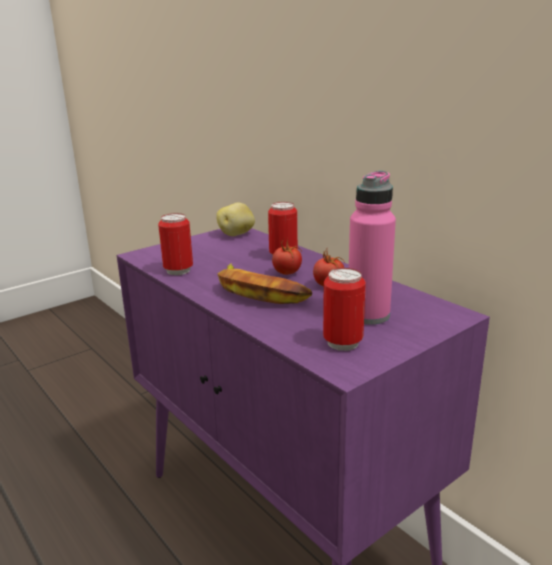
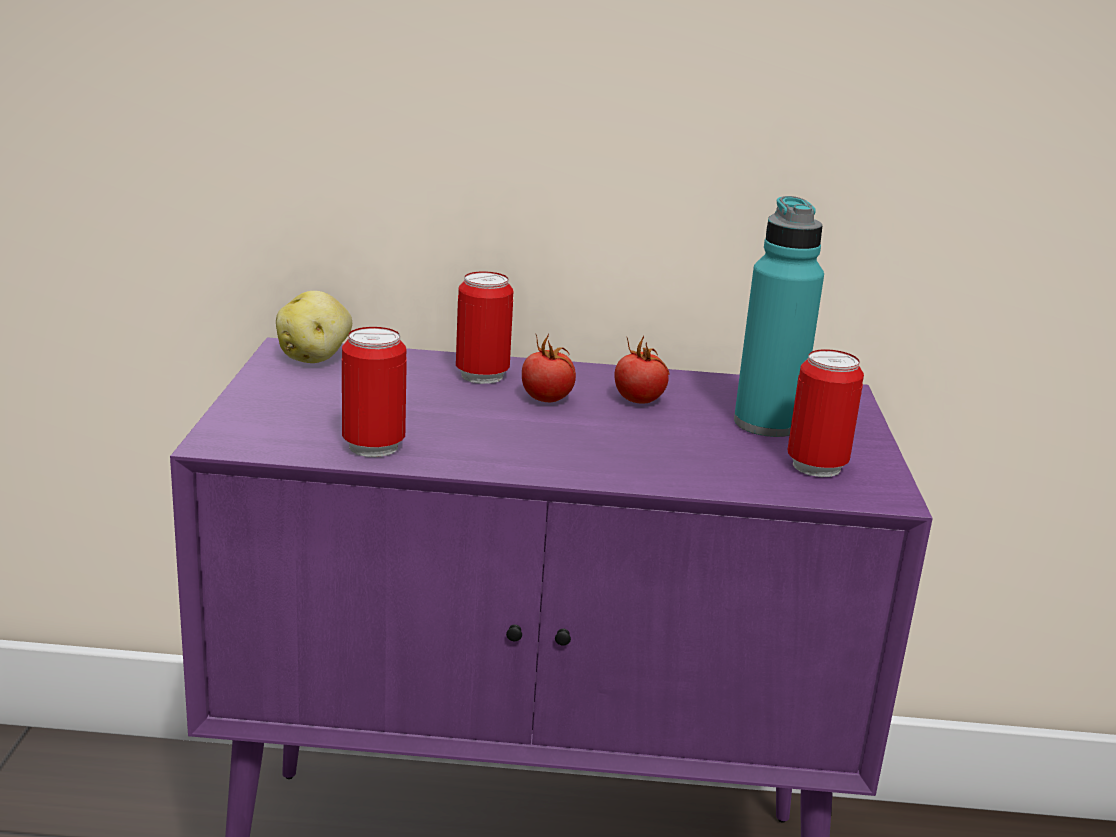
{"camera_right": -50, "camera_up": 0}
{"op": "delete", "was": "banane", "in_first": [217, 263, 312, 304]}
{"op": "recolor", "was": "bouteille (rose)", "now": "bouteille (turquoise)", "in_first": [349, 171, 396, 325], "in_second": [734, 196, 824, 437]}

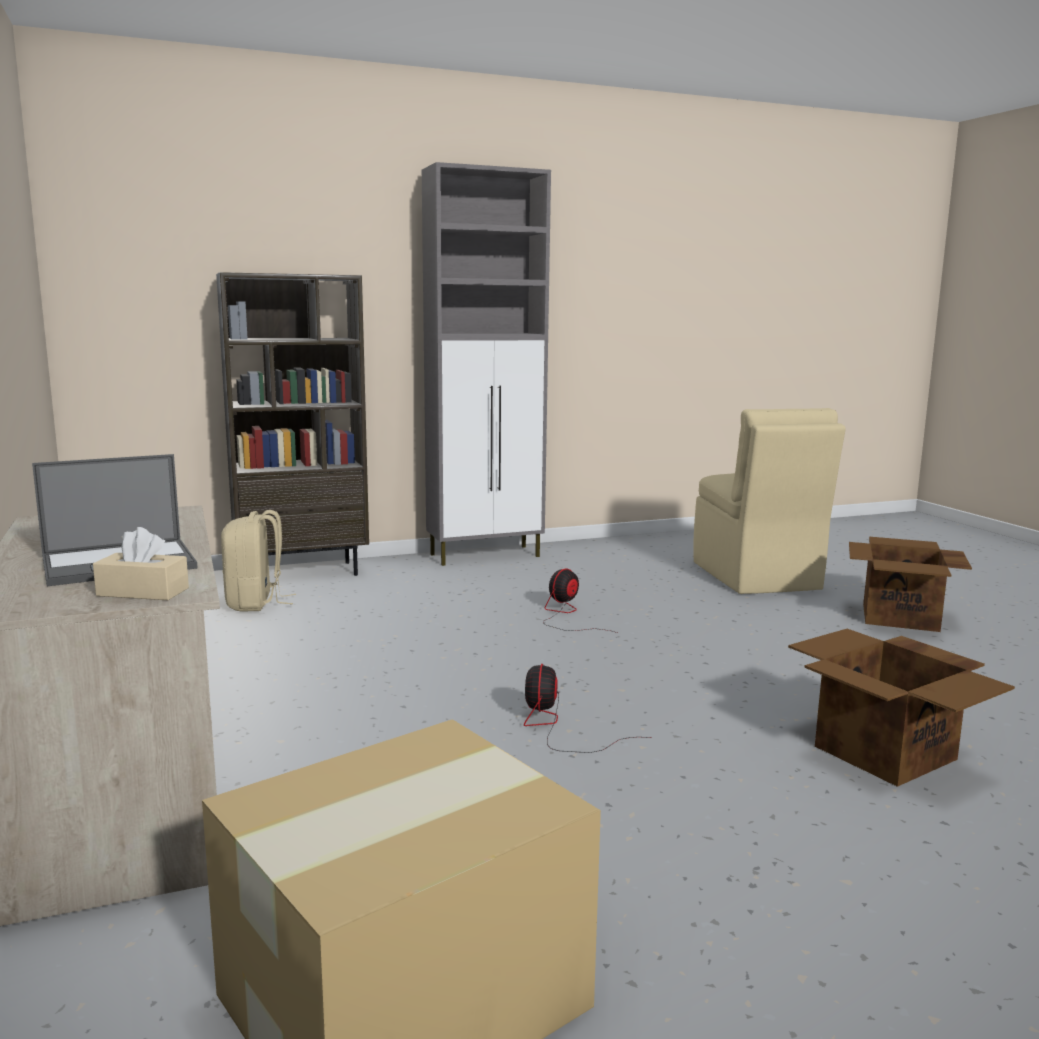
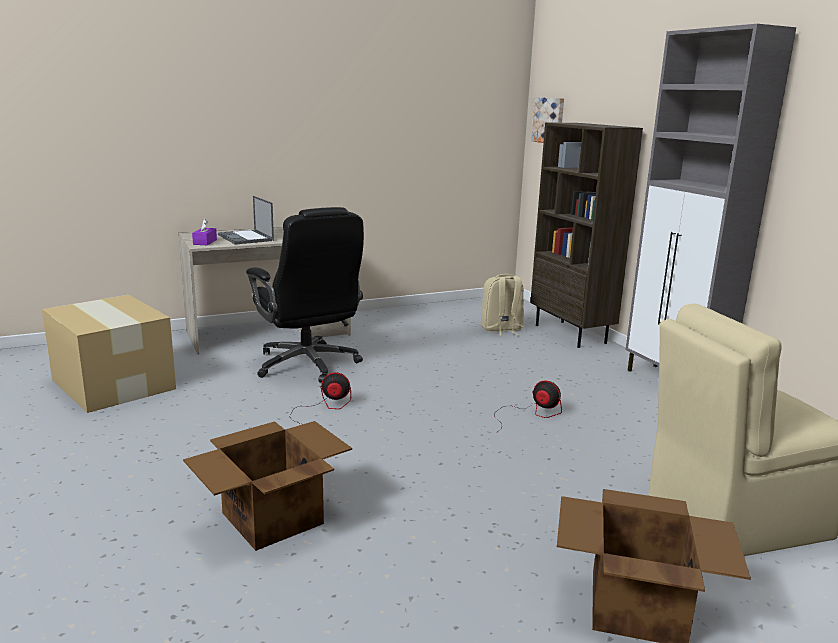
{"camera_right": 85, "camera_up": 5}
{"op": "insert", "now": "chaise de bureau (noir)", "in_second": [246, 207, 364, 382]}
{"op": "insert", "now": "tableau", "in_second": [531, 97, 564, 143]}
{"op": "recolor", "was": "boîte à mouchoirs (beige)", "now": "boîte à mouchoirs (violet)", "in_first": [93, 527, 189, 600], "in_second": [192, 219, 217, 245]}

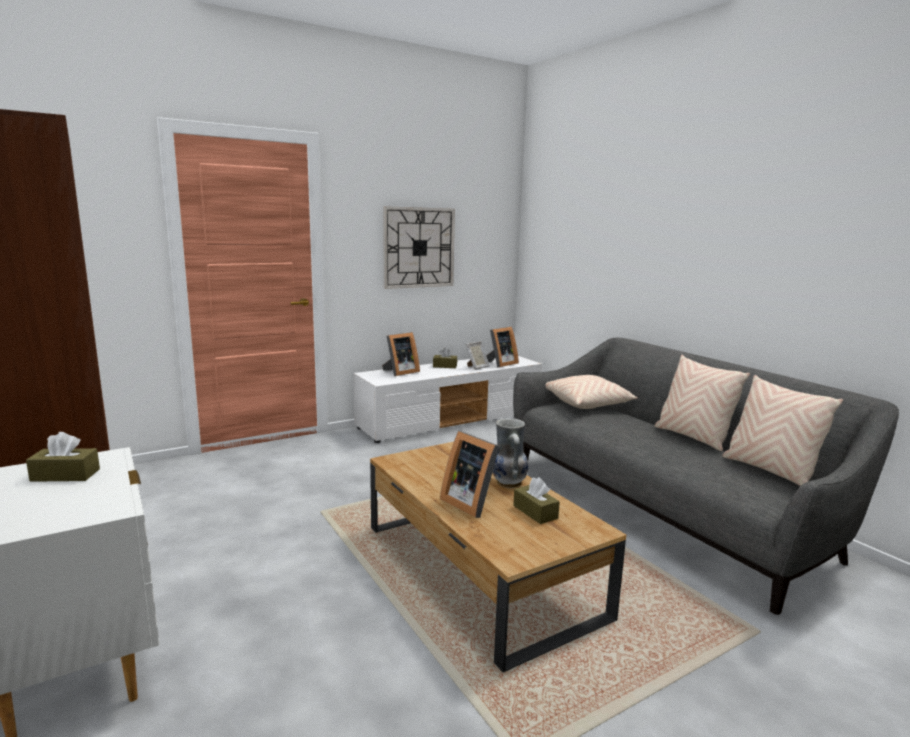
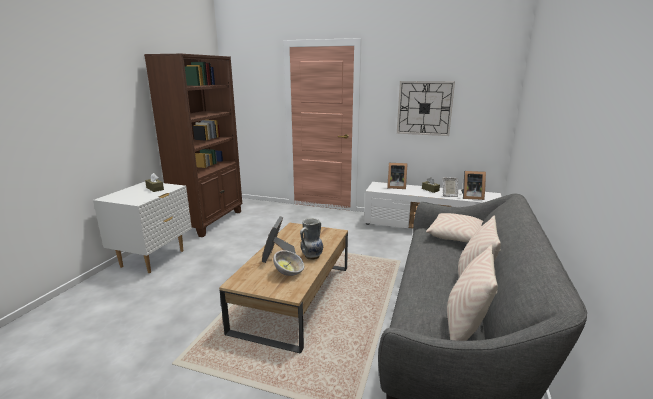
{"camera_right": 50, "camera_up": 5}
{"op": "replace", "was": "boîte à mouchoirs (marron)", "now": "bol", "in_first": [513, 477, 560, 524], "in_second": [273, 250, 304, 276]}

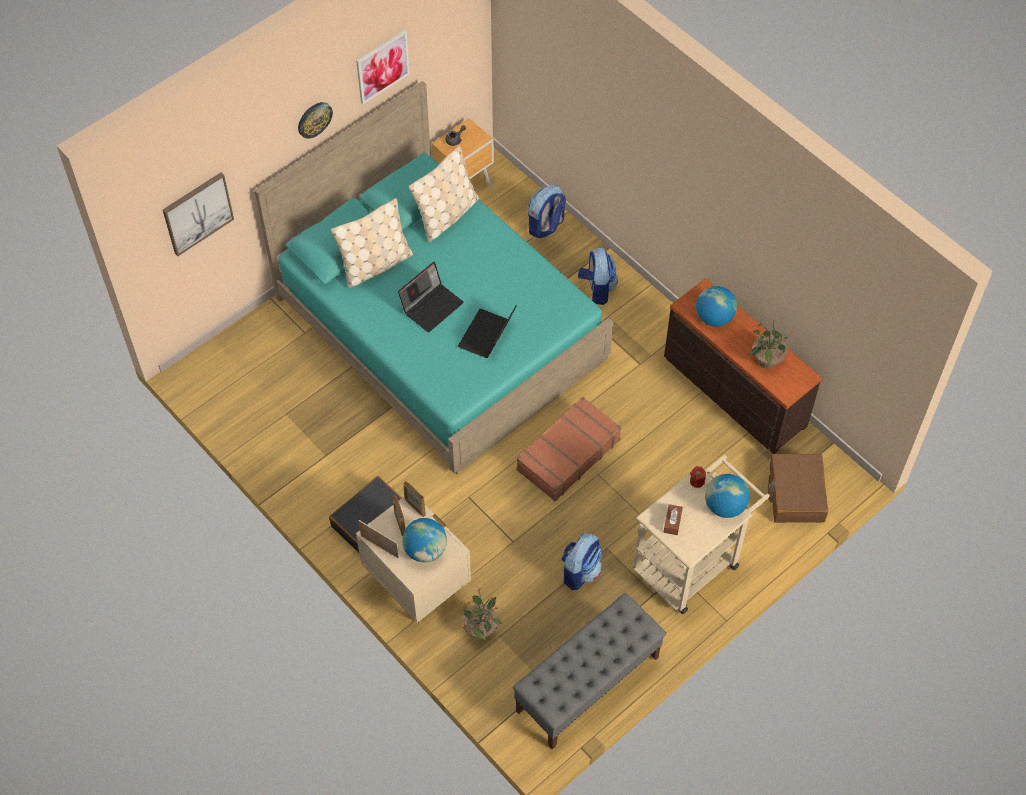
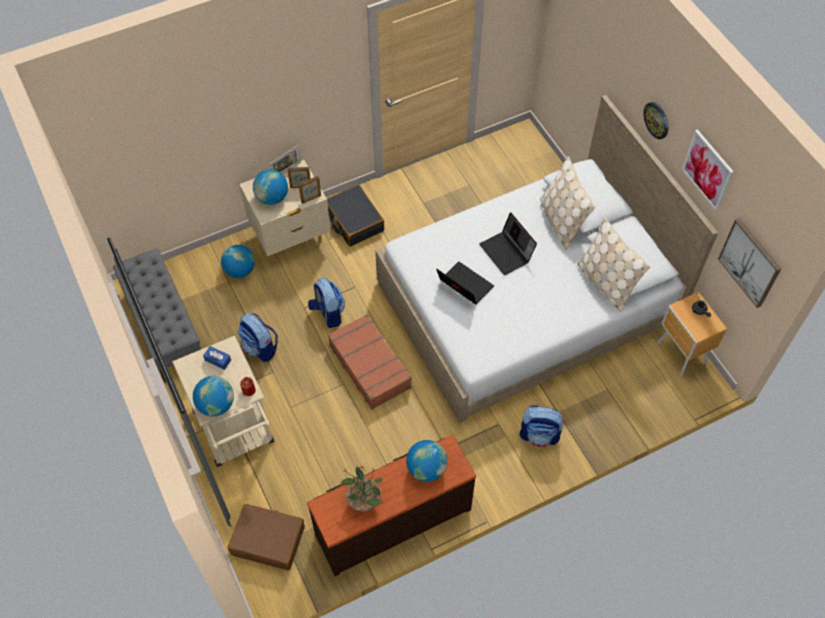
{"camera_right": 105, "camera_up": 0}
{"op": "move", "was": "tableau", "in_first": [163, 173, 234, 256], "in_second": [718, 218, 781, 308]}
{"op": "move", "was": "sac à dos", "in_first": [528, 185, 566, 239], "in_second": [308, 278, 345, 328]}
{"op": "replace", "was": "plante en pot", "now": "globe", "in_first": [462, 587, 502, 639], "in_second": [221, 245, 255, 278]}
{"op": "recolor", "was": "lit (turquoise)", "now": "lit (blanc)", "in_first": [254, 81, 613, 474], "in_second": [375, 95, 718, 423]}
{"op": "recolor", "was": "boîte à mouchoirs (marron)", "now": "boîte à mouchoirs (bleu)", "in_first": [664, 504, 683, 535], "in_second": [203, 346, 231, 370]}

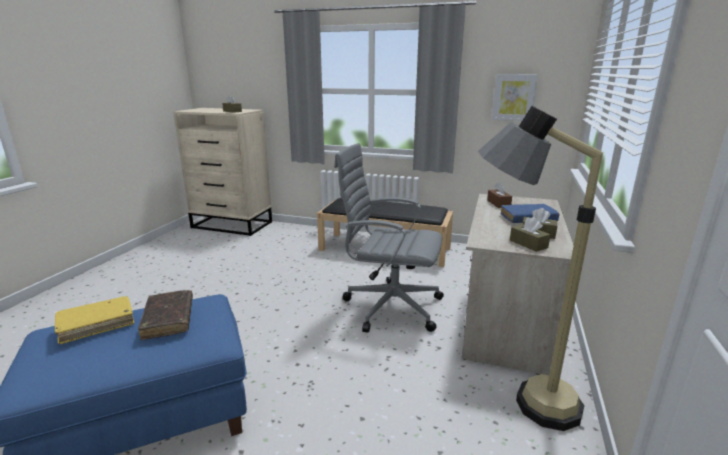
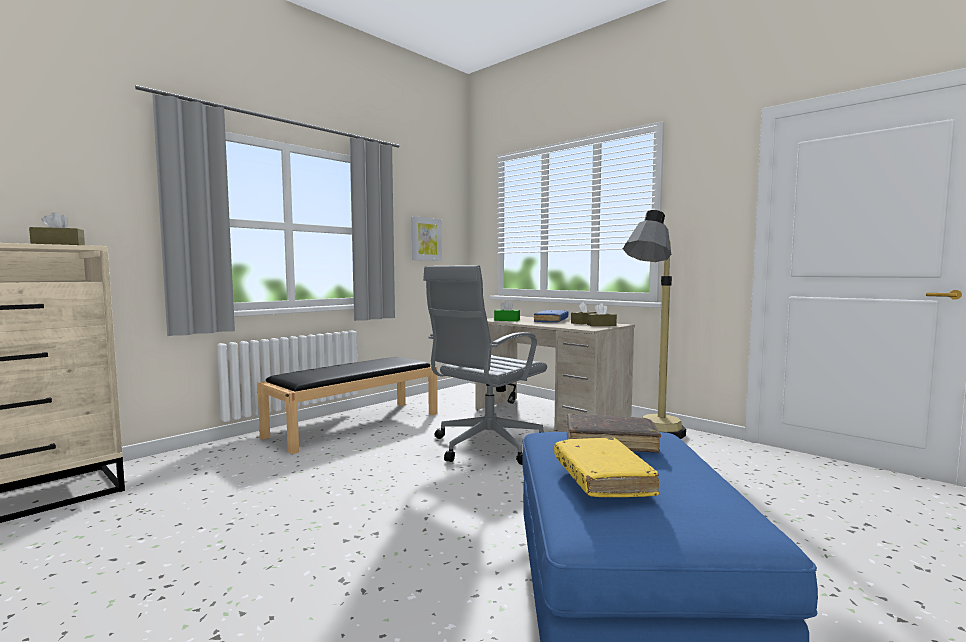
{"camera_right": -65, "camera_up": -15}
{"op": "recolor", "was": "boîte à mouchoirs (marron)", "now": "boîte à mouchoirs (vert)", "in_first": [487, 182, 512, 208], "in_second": [494, 300, 520, 321]}

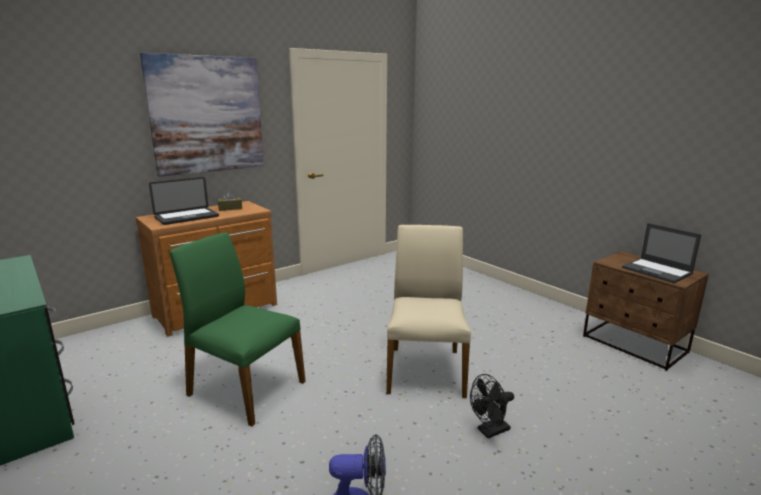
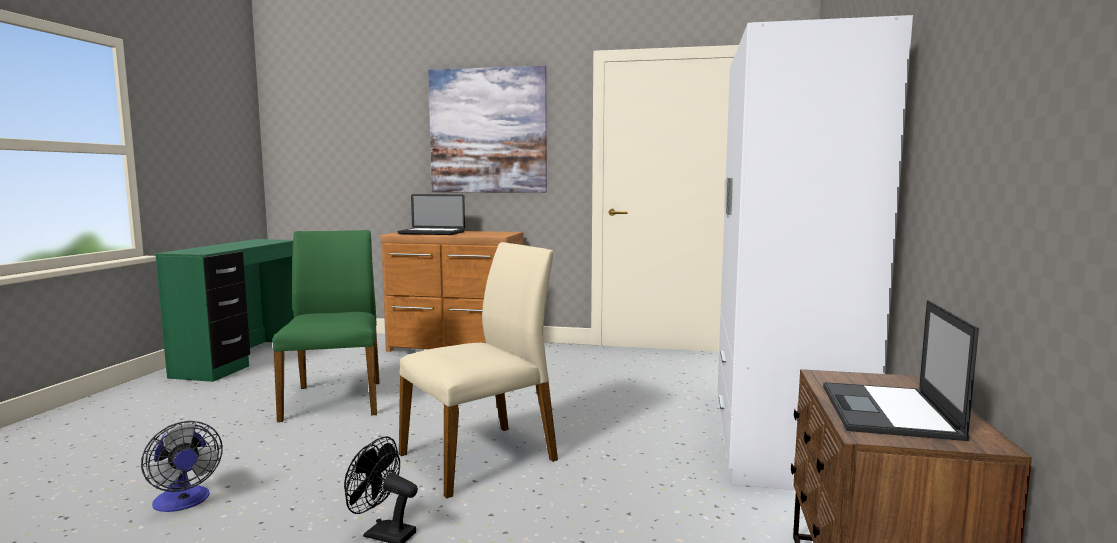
{"camera_right": 50, "camera_up": -10}
{"op": "delete", "was": "boîte à mouchoirs (marron)", "in_first": [218, 190, 242, 211]}
{"op": "insert", "now": "armoire (blanc)", "in_second": [718, 15, 913, 490]}

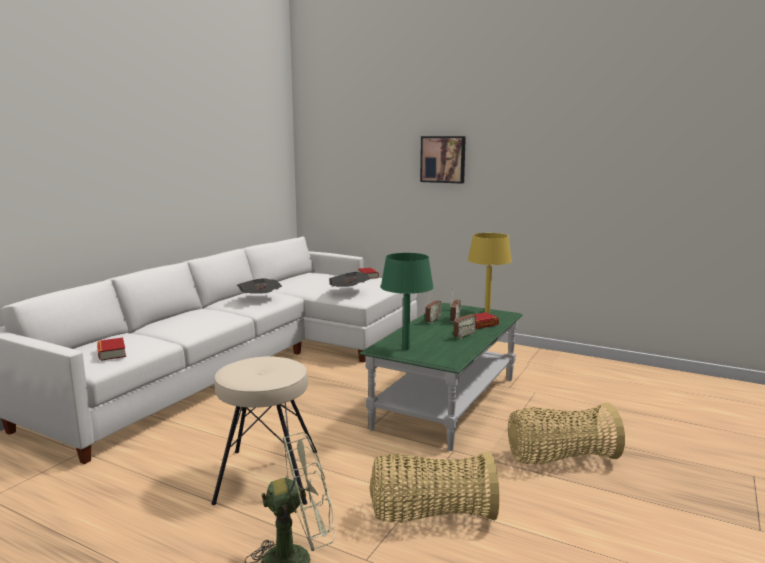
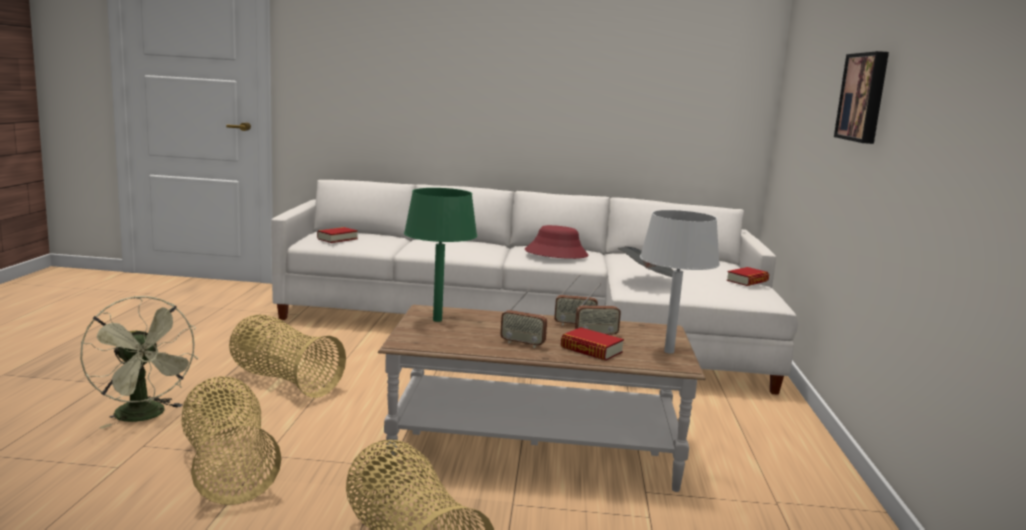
{"camera_right": 65, "camera_up": 0}
{"op": "replace", "was": "tabouret (beige)", "now": "panier", "in_first": [211, 356, 317, 505], "in_second": [229, 314, 346, 398]}
{"op": "replace", "was": "journal", "now": "chapeau (rouge)", "in_first": [237, 278, 282, 294], "in_second": [525, 225, 588, 259]}
{"op": "recolor", "was": "table basse (vert)", "now": "table basse (marron)", "in_first": [360, 303, 523, 451], "in_second": [378, 305, 706, 492]}
{"op": "recolor", "was": "lampe de table (jaune)", "now": "lampe de table (gris)", "in_first": [468, 233, 512, 313], "in_second": [640, 210, 720, 354]}

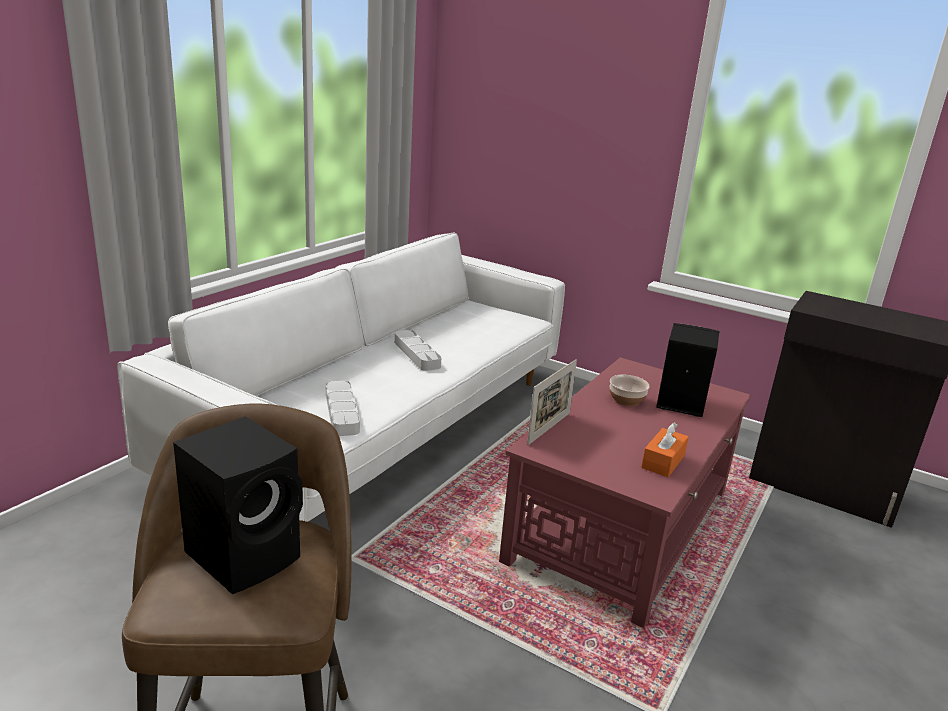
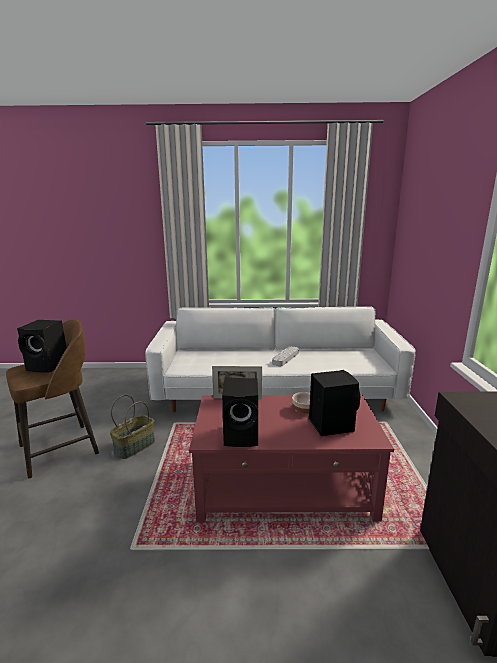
{"camera_right": 60, "camera_up": -5}
{"op": "delete", "was": "plateau (gris)", "in_first": [326, 381, 360, 436]}
{"op": "insert", "now": "panier", "in_second": [110, 395, 155, 459]}
{"op": "replace", "was": "boîte à mouchoirs (orange)", "now": "enceinte (noir)", "in_first": [641, 422, 689, 477], "in_second": [222, 378, 258, 447]}

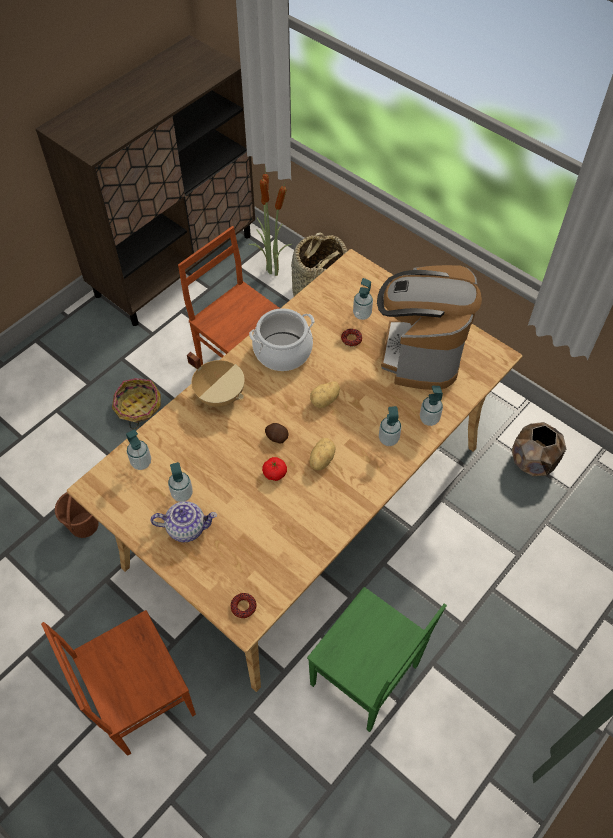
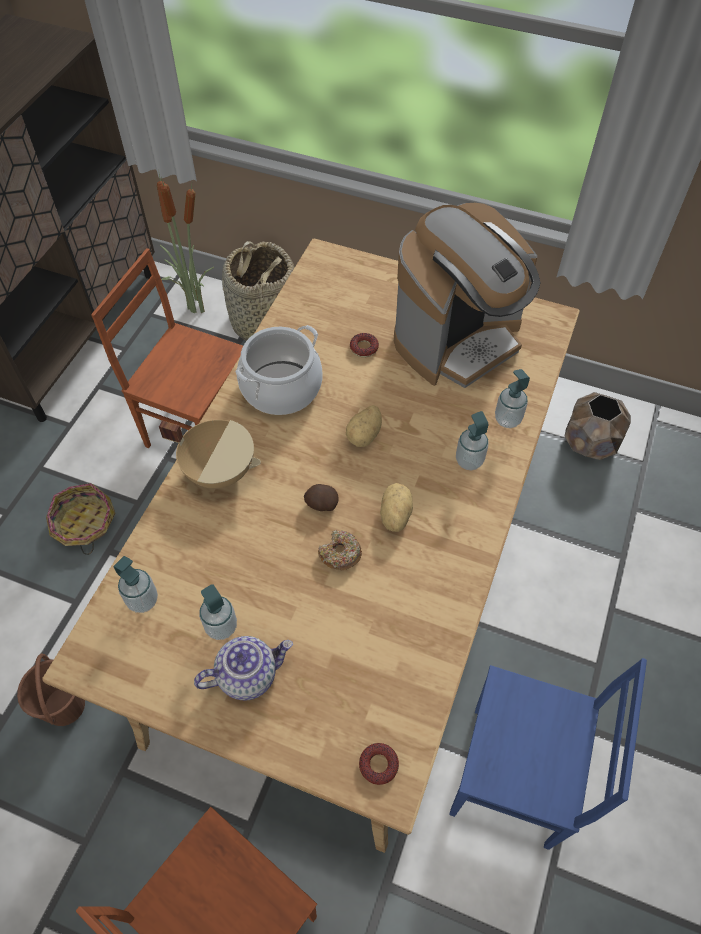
{"camera_right": -20, "camera_up": 0}
{"op": "delete", "was": "distributeur de savon", "in_first": [353, 278, 373, 320]}
{"op": "replace", "was": "tomate", "now": "beignet", "in_first": [262, 457, 287, 481], "in_second": [318, 530, 362, 571]}
{"op": "recolor", "was": "chaise (vert)", "now": "chaise (bleu)", "in_first": [307, 587, 447, 732], "in_second": [449, 658, 647, 850]}
{"op": "rotate", "was": "machine à café", "in_first": [377, 265, 482, 390], "in_second": [394, 203, 541, 388], "clockwise": -120}

